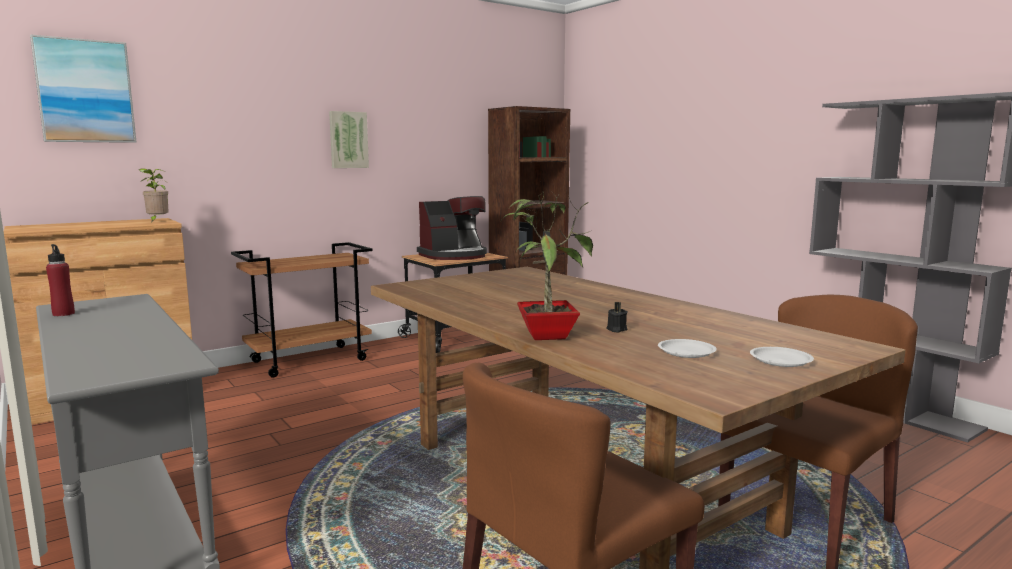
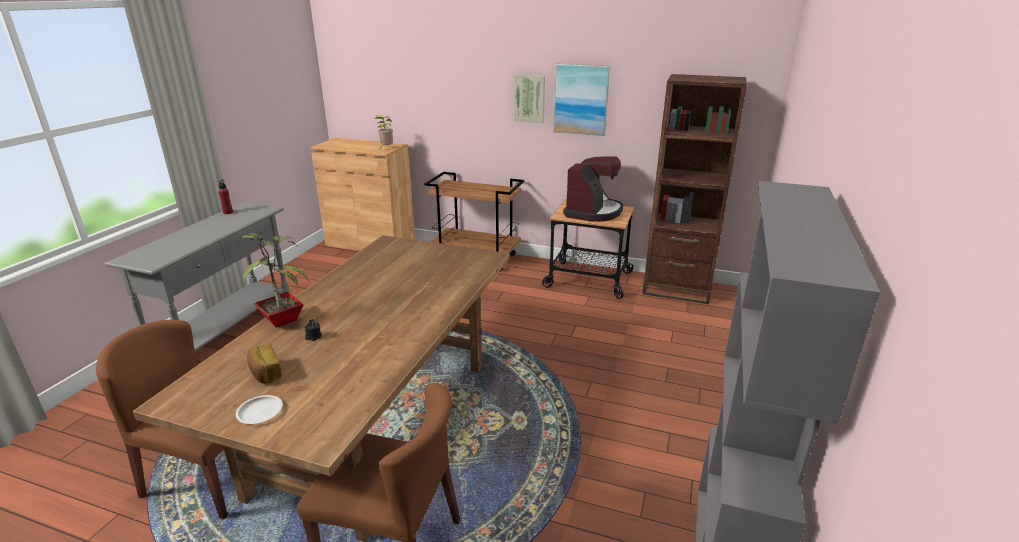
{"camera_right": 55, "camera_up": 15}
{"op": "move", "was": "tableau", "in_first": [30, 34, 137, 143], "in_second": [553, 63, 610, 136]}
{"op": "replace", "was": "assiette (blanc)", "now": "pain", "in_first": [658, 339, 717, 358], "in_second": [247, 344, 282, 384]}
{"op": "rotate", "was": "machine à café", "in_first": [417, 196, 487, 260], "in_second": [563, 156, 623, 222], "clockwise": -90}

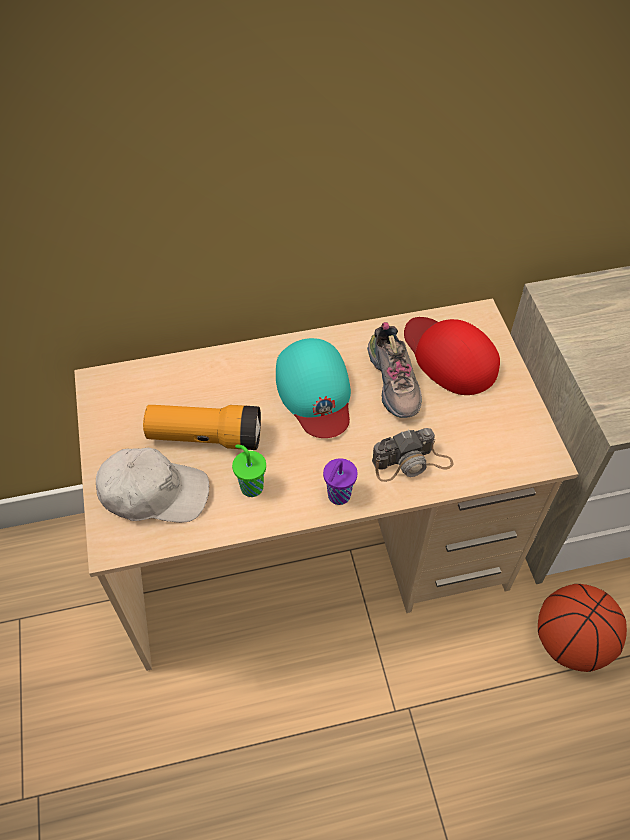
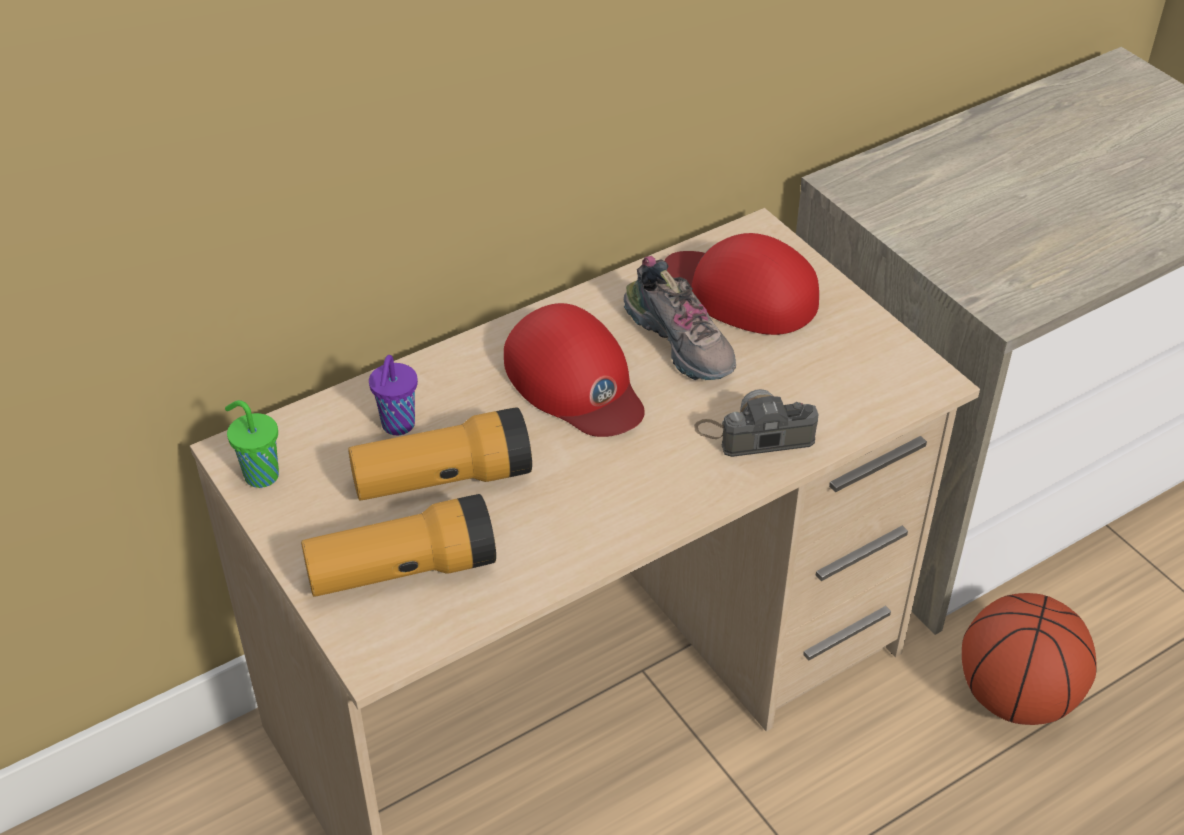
{"camera_right": -20, "camera_up": -10}
{"op": "move", "was": "tasse (vert)", "in_first": [232, 444, 266, 497], "in_second": [225, 400, 279, 488]}
{"op": "move", "was": "tasse (violet)", "in_first": [323, 458, 357, 505], "in_second": [369, 355, 418, 436]}
{"op": "replace", "was": "casquette (blanc)", "now": "lampe de poche", "in_first": [96, 448, 209, 523], "in_second": [301, 494, 496, 597]}
{"op": "recolor", "was": "casquette (turquoise)", "now": "casquette (rouge)", "in_first": [276, 338, 351, 438], "in_second": [504, 303, 645, 437]}
{"op": "rotate", "was": "appareil photo", "in_first": [372, 428, 454, 482], "in_second": [694, 389, 819, 457], "clockwise": -150}

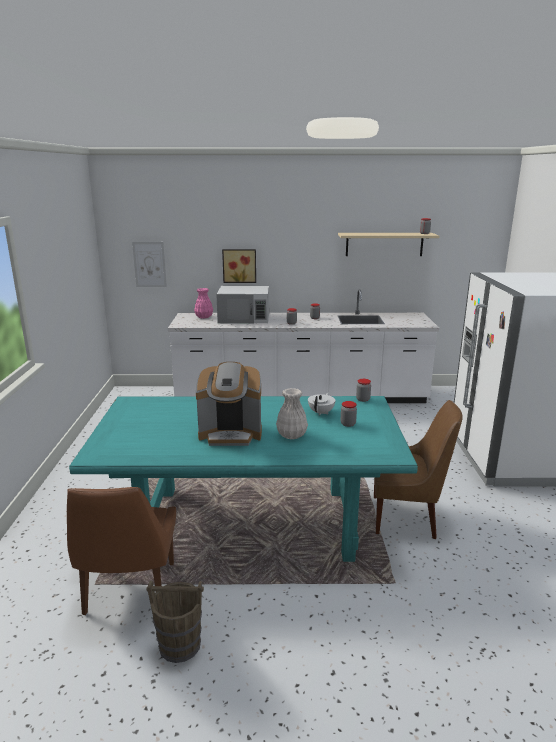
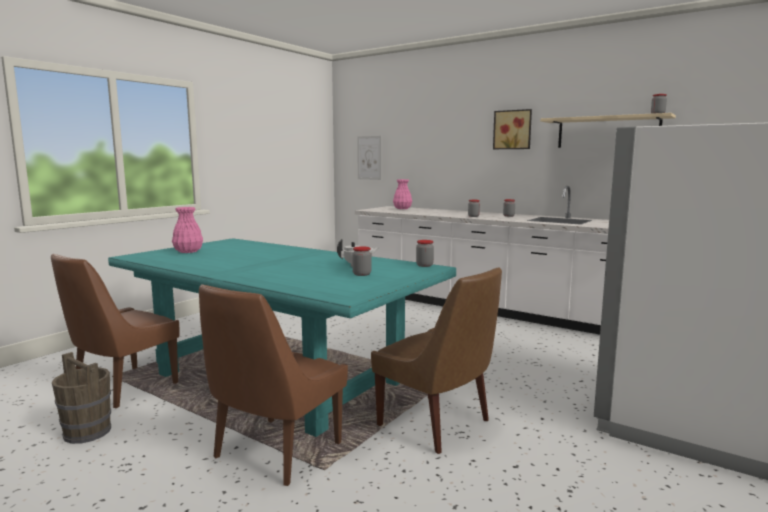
{"camera_right": 35, "camera_up": -10}
{"op": "delete", "was": "machine à café", "in_first": [196, 362, 262, 446]}
{"op": "delete", "was": "micro-ondes (blanc)", "in_first": [216, 286, 269, 324]}
{"op": "delete", "was": "vase (blanc)", "in_first": [276, 388, 308, 439]}
{"op": "insert", "now": "vase (rose)", "in_second": [172, 207, 203, 253]}
{"op": "insert", "now": "chaise (marron)", "in_second": [199, 284, 348, 486]}
{"op": "move", "was": "tableau", "in_first": [222, 249, 256, 283], "in_second": [493, 109, 532, 149]}

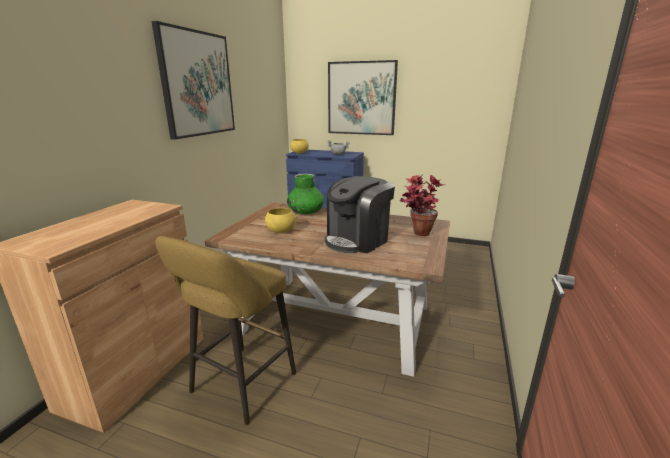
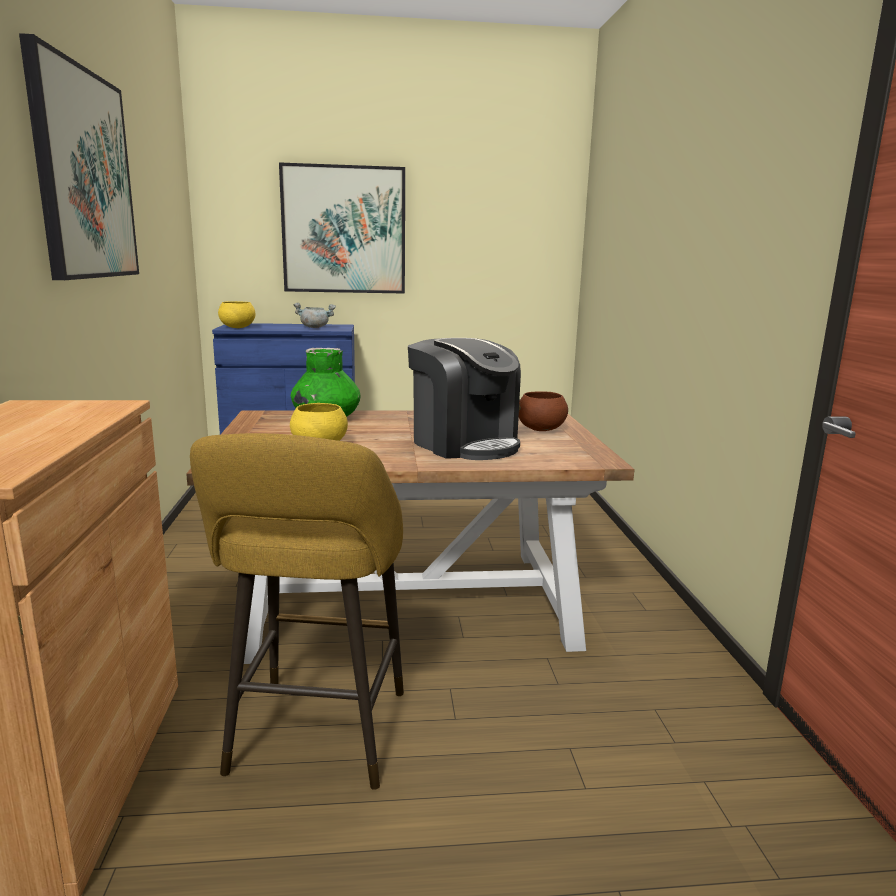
{"camera_right": -25, "camera_up": -5}
{"op": "replace", "was": "plante en pot", "now": "bol (marron)", "in_first": [400, 174, 445, 236], "in_second": [519, 391, 568, 431]}
{"op": "rotate", "was": "machine à café", "in_first": [325, 176, 395, 253], "in_second": [408, 338, 521, 460], "clockwise": -60}

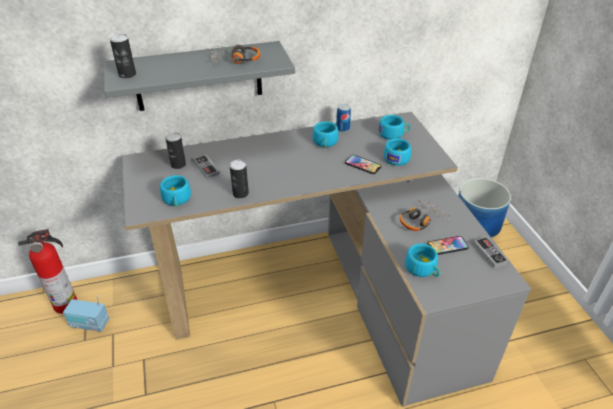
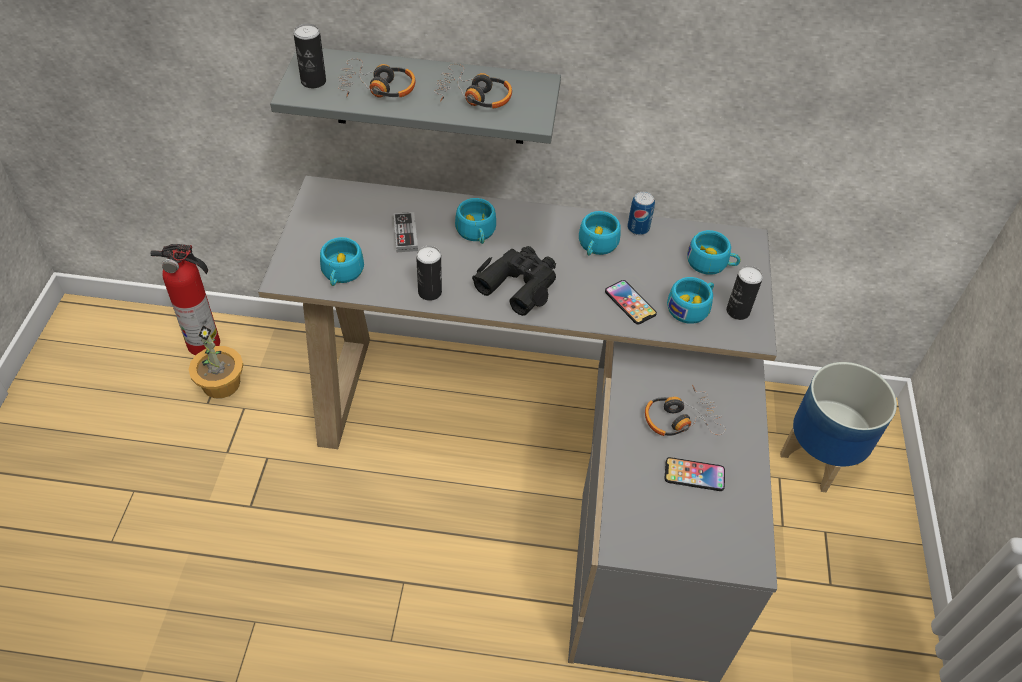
{"camera_right": 20, "camera_up": 10}
{"op": "delete", "was": "manette", "in_first": [473, 237, 508, 268]}
{"op": "insert", "now": "casque audio", "in_second": [338, 58, 416, 98]}
{"op": "insert", "now": "jumelles (noir)", "in_second": [472, 246, 556, 316]}
{"op": "move", "was": "boîte métallique", "in_first": [165, 132, 186, 169], "in_second": [726, 266, 763, 320]}
{"op": "move", "was": "tasse (turquoise)", "in_first": [405, 244, 440, 277], "in_second": [455, 198, 496, 244]}
{"op": "replace", "was": "radio", "now": "plante en pot", "in_first": [63, 295, 109, 332], "in_second": [189, 326, 243, 398]}

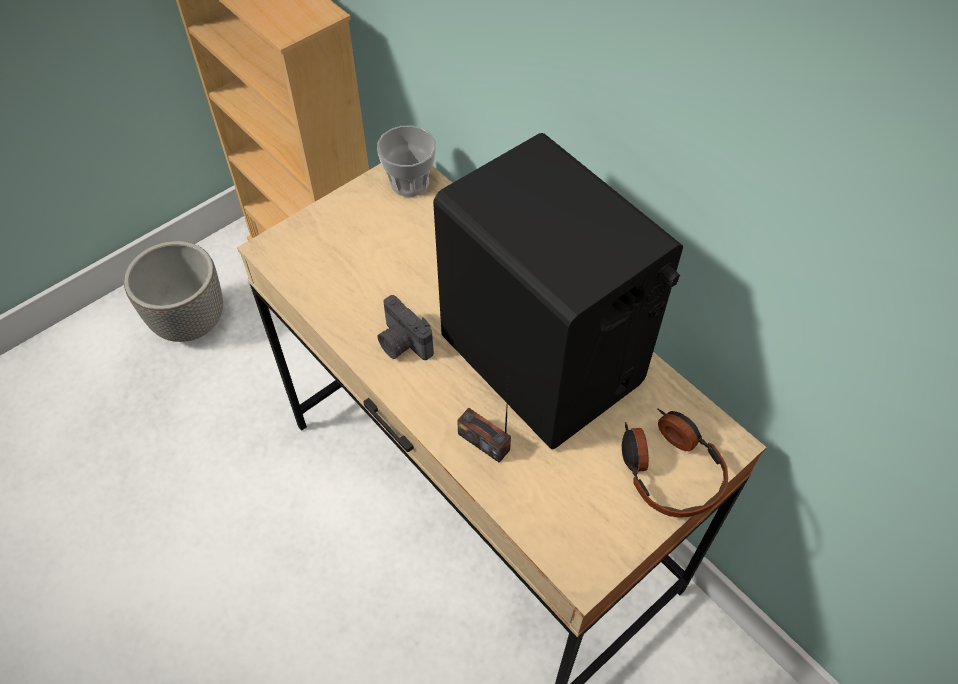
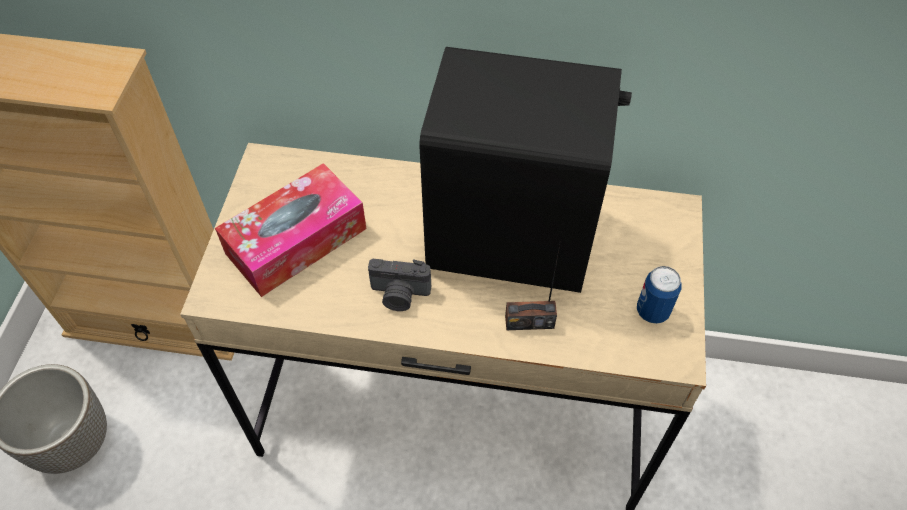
{"camera_right": -40, "camera_up": 0}
{"op": "delete", "was": "tasse", "in_first": [377, 126, 436, 197]}
{"op": "delete", "was": "casque audio", "in_first": [622, 409, 728, 518]}
{"op": "insert", "now": "boîte à mouchoirs", "in_second": [215, 163, 366, 297]}
{"op": "insert", "now": "boîte métallique", "in_second": [637, 266, 682, 324]}

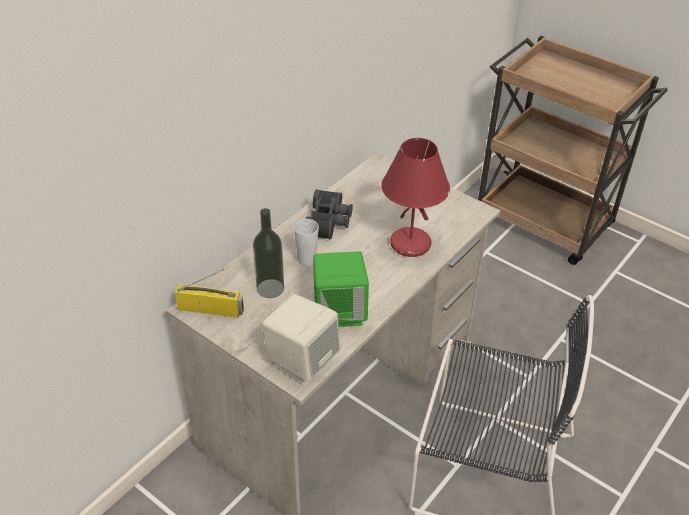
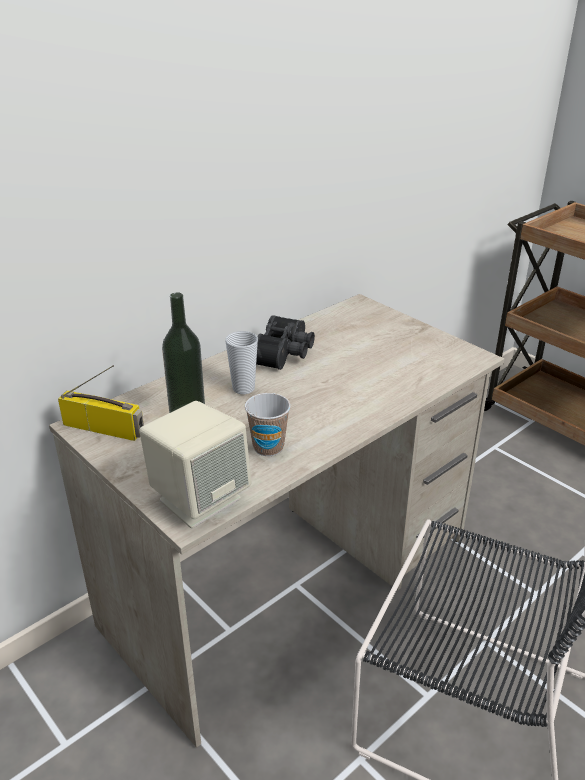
{"camera_right": 10, "camera_up": -10}
{"op": "delete", "was": "lampe de table (rouge)", "in_first": [381, 138, 450, 257]}
{"op": "replace", "was": "enceinte (vert)", "now": "tasse", "in_first": [313, 251, 369, 327], "in_second": [245, 393, 291, 456]}

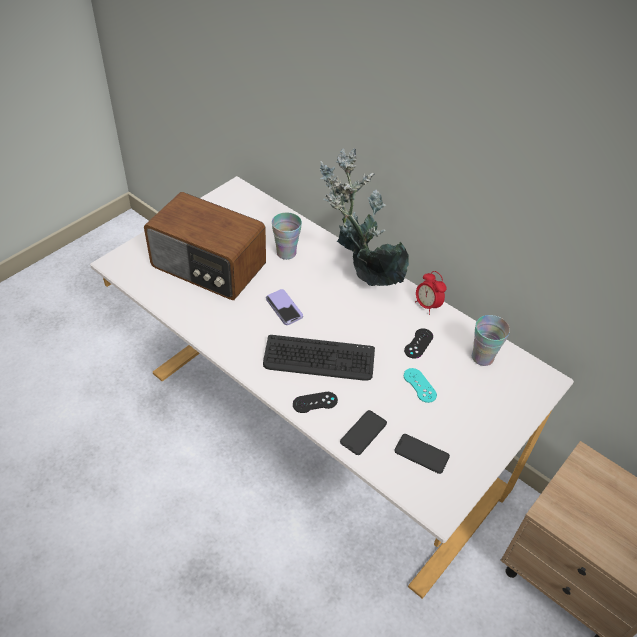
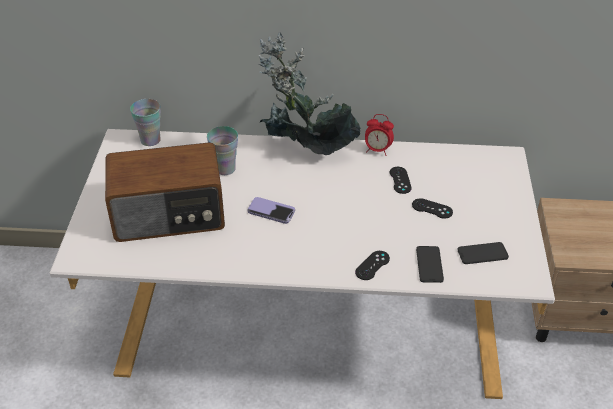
{"camera_right": -35, "camera_up": -5}
{"op": "delete", "was": "clavier", "in_first": [263, 335, 375, 381]}
{"op": "move", "was": "tasse", "in_first": [472, 315, 510, 366], "in_second": [130, 99, 161, 146]}
{"op": "recolor", "was": "manette (turquoise)", "now": "manette (noir)", "in_first": [404, 368, 437, 403], "in_second": [412, 198, 453, 219]}

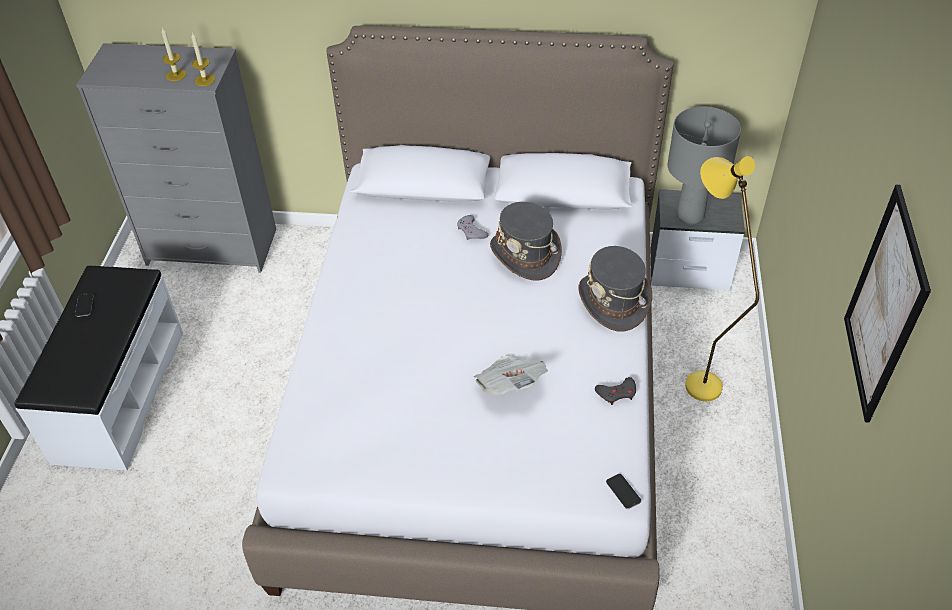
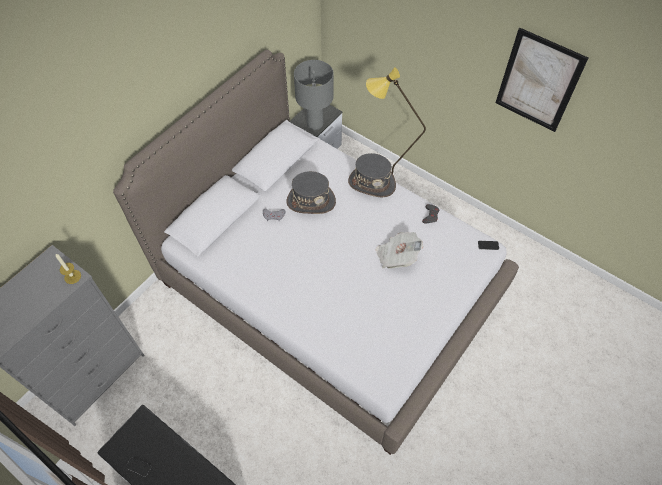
{"camera_right": -60, "camera_up": 10}
{"op": "delete", "was": "bougie", "in_first": [162, 27, 186, 81]}

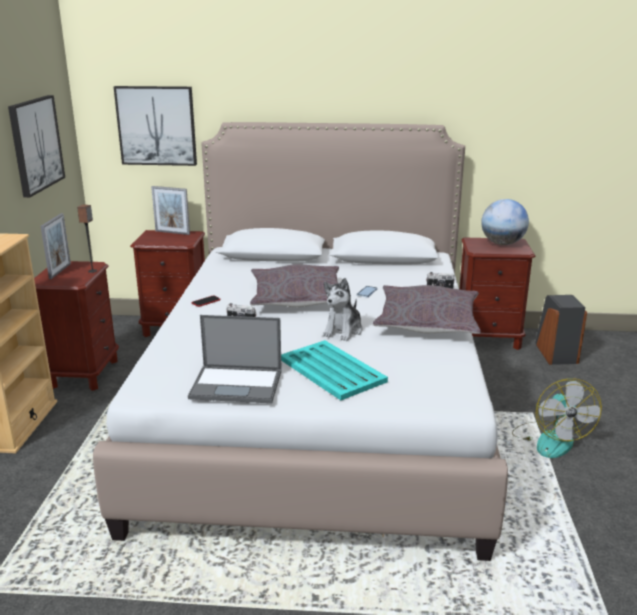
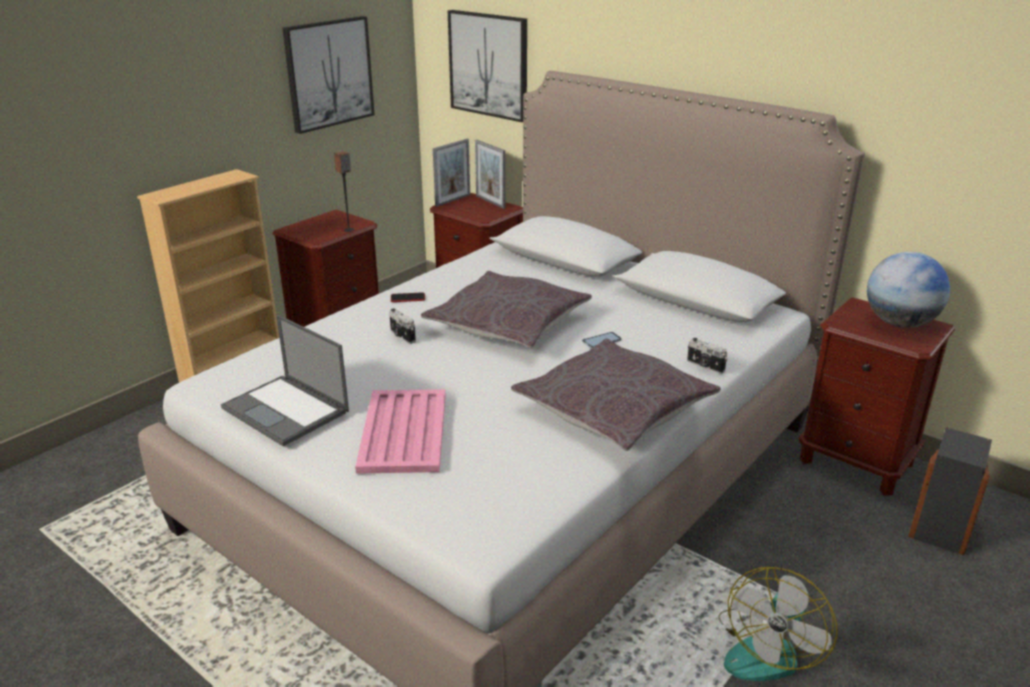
{"camera_right": 35, "camera_up": 5}
{"op": "delete", "was": "peluche", "in_first": [323, 278, 363, 341]}
{"op": "move", "was": "cadre photo", "in_first": [41, 213, 71, 279], "in_second": [433, 139, 470, 207]}
{"op": "recolor", "was": "plateau (turquoise)", "now": "plateau (rose)", "in_first": [281, 340, 388, 400], "in_second": [355, 389, 446, 474]}

